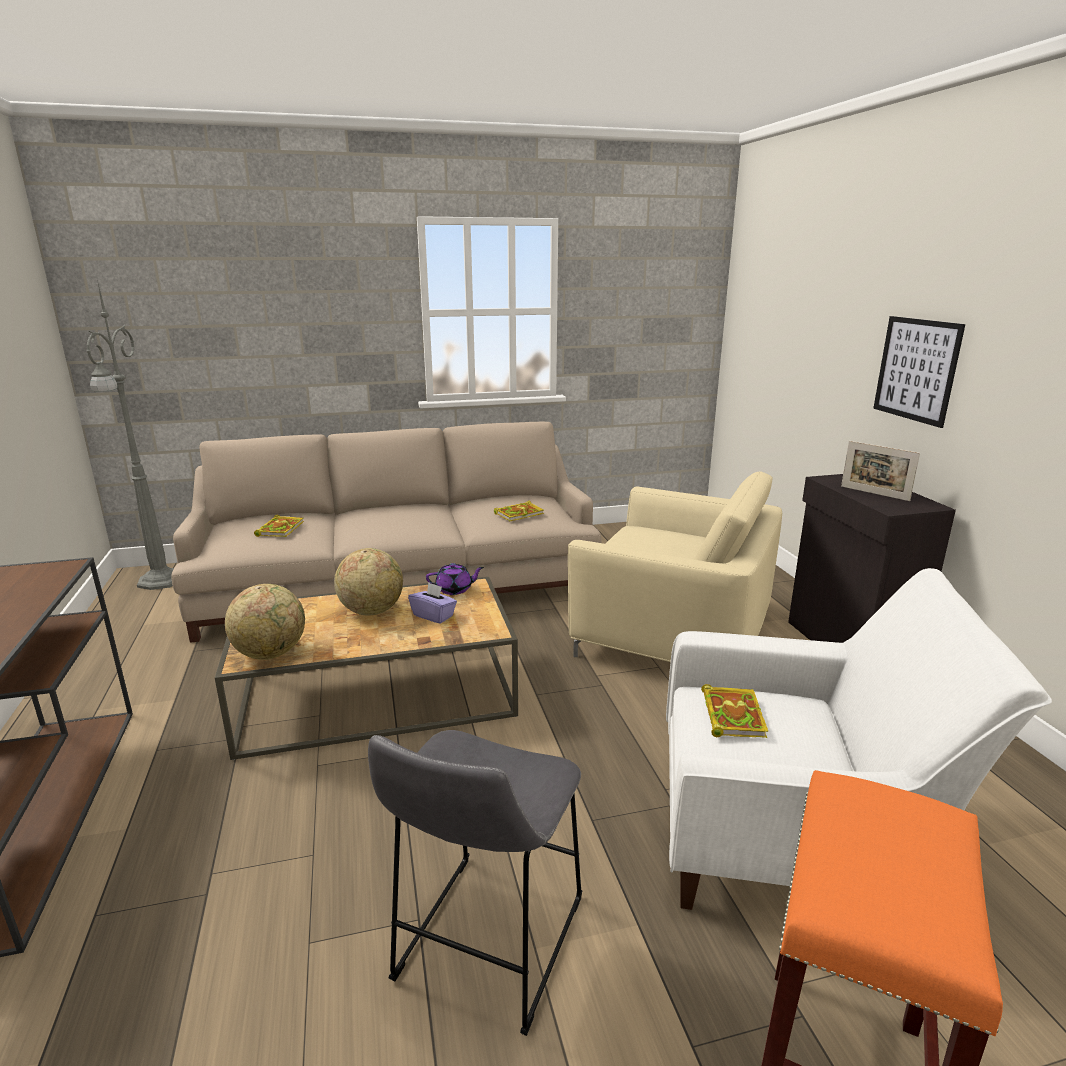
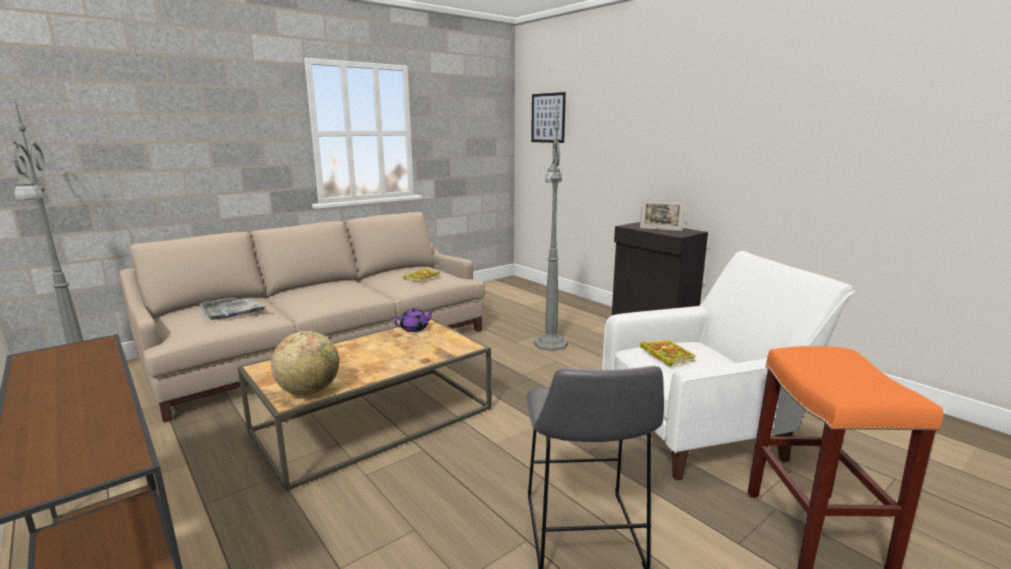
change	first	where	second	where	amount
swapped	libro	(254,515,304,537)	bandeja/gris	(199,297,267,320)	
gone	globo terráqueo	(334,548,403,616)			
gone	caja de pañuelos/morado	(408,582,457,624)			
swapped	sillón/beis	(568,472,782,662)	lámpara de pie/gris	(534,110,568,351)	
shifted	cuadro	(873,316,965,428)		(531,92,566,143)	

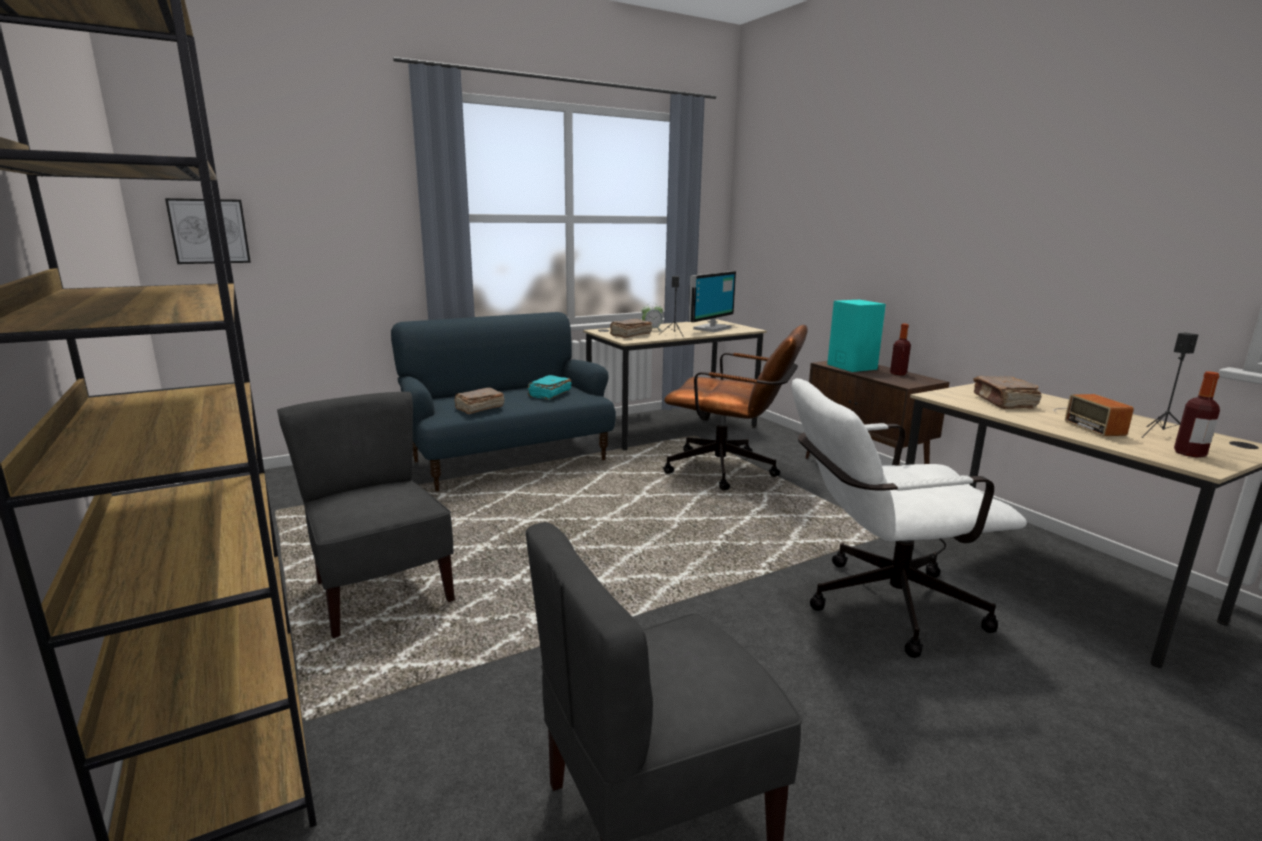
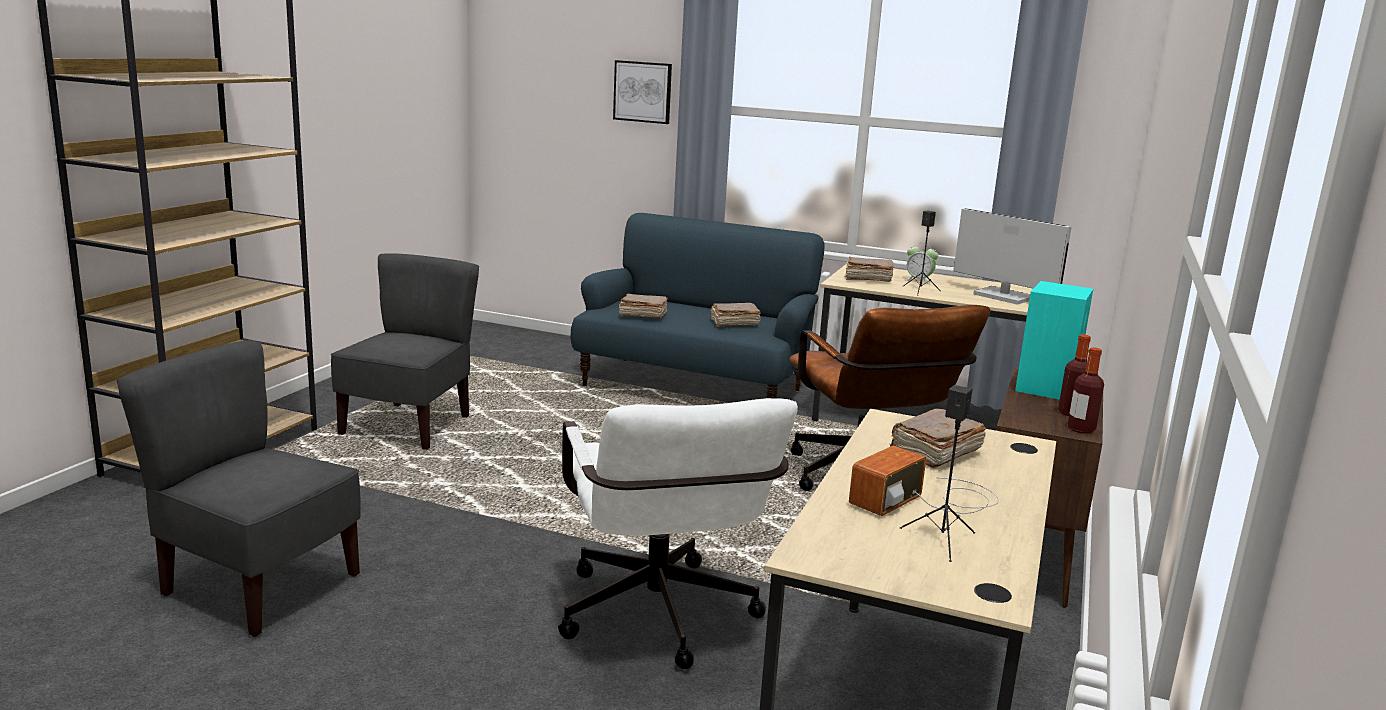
change	first	where	second	where	amount
shifted	cuadro	(165,198,251,264)		(613,60,672,124)	
repainted	libro/turquesa	(528,375,571,400)	libro/marrón	(710,303,761,327)	
rotated	monitor	(688,271,736,332)		(954,208,1072,305)	135 degrees counterclockwise
rotated	silla de oficina/blanco	(792,378,1027,658)		(558,398,798,669)	150 degrees counterclockwise
shifted	botella	(1174,371,1220,457)		(1067,347,1104,434)	

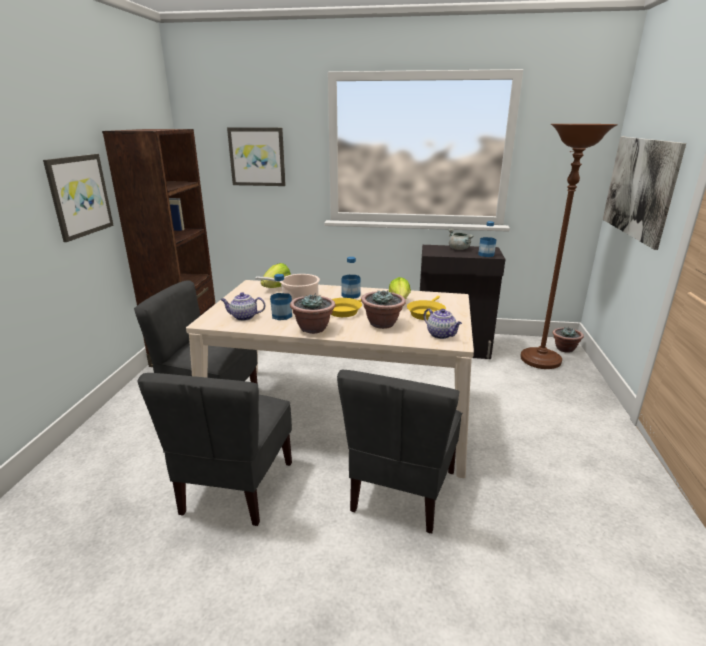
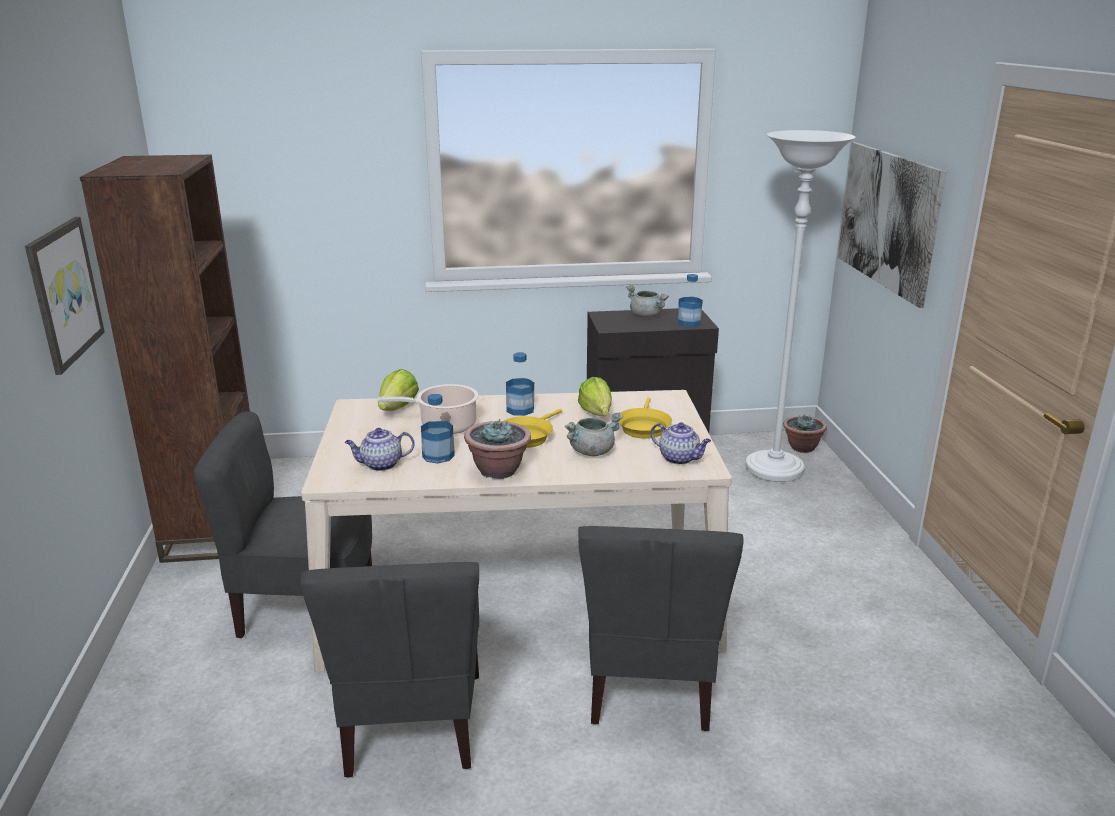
change	first	where	second	where	amount
gone	cuadro	(227,127,286,186)			
swapped	planta en maceta	(361,290,406,329)	olla/gris	(565,412,623,456)	
repainted	lámpara de pie/marrón	(520,124,618,369)	lámpara de pie/blanco	(746,130,856,482)	

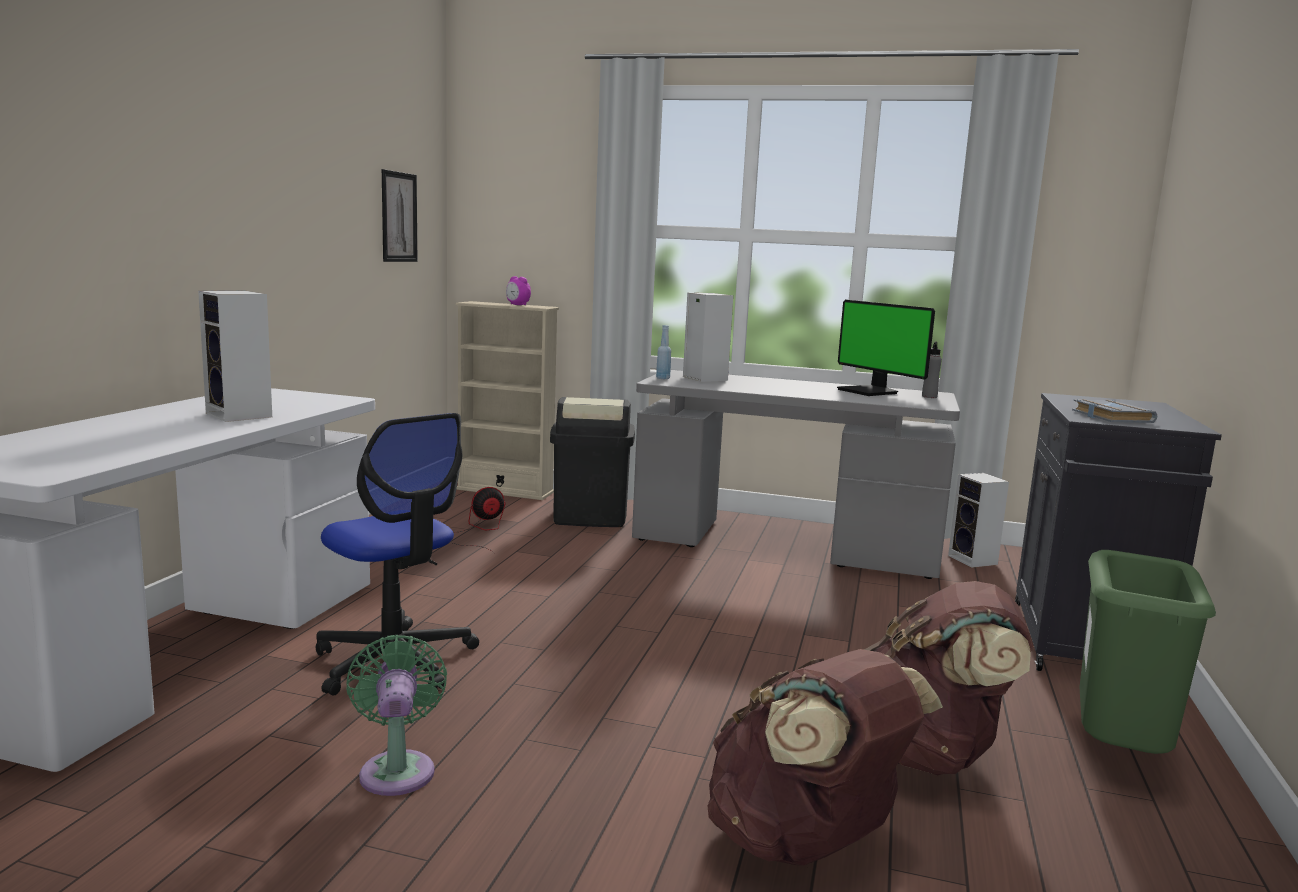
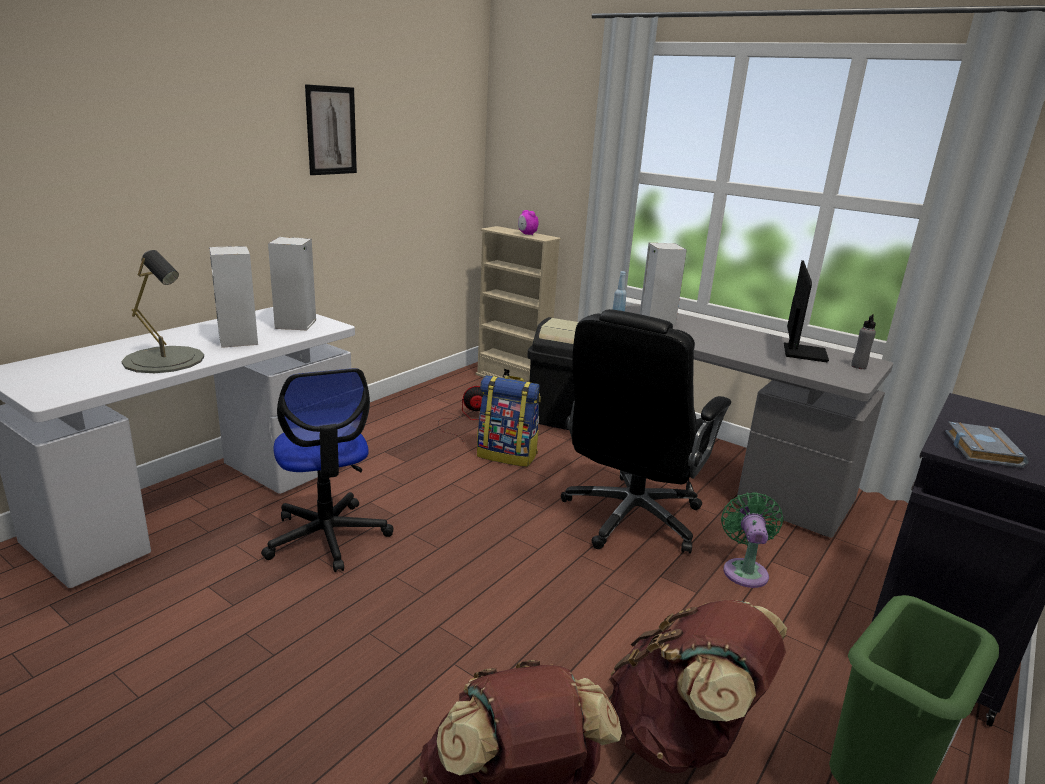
change	first	where	second	where	amount
shifted	ventilador/verde	(346,635,447,796)		(721,492,783,588)	
shifted	cuadro	(382,169,417,262)		(305,84,357,175)	
rotated	monitor	(837,300,935,396)		(784,260,829,363)	150 degrees counterclockwise
shifted	altavoz	(948,473,1009,568)		(268,237,316,330)	
new			lámpara de mesa/gris	(121,250,204,373)	
new			mochila	(477,375,541,467)	
new			silla de oficina/negro	(561,309,731,554)	

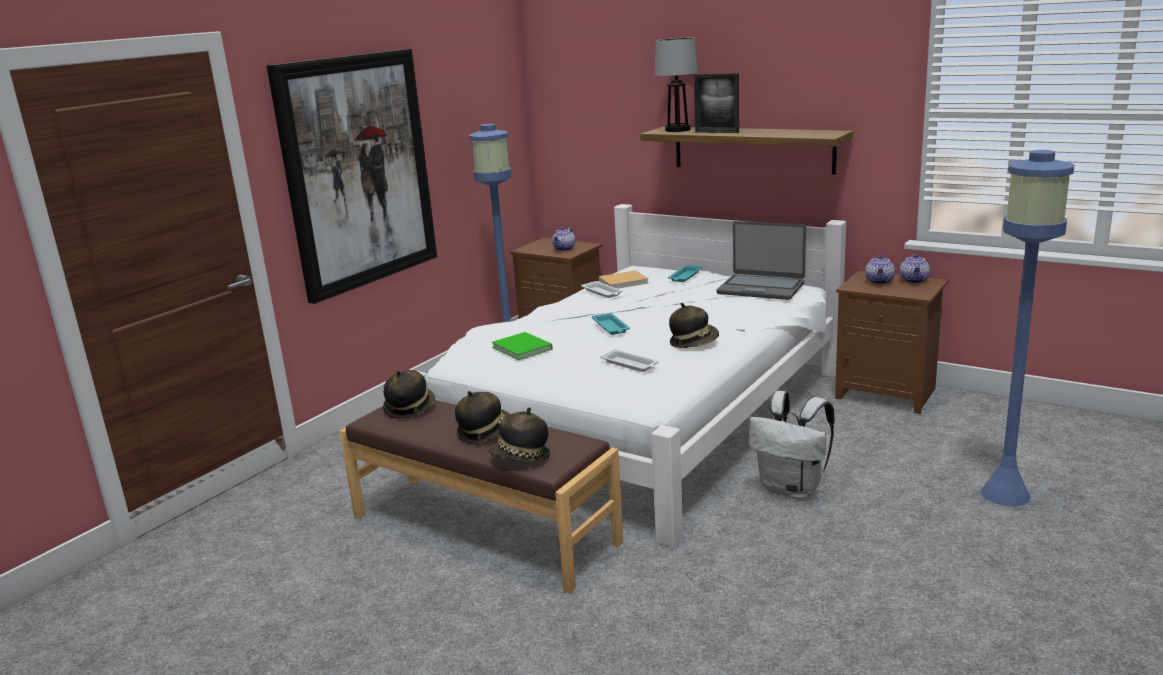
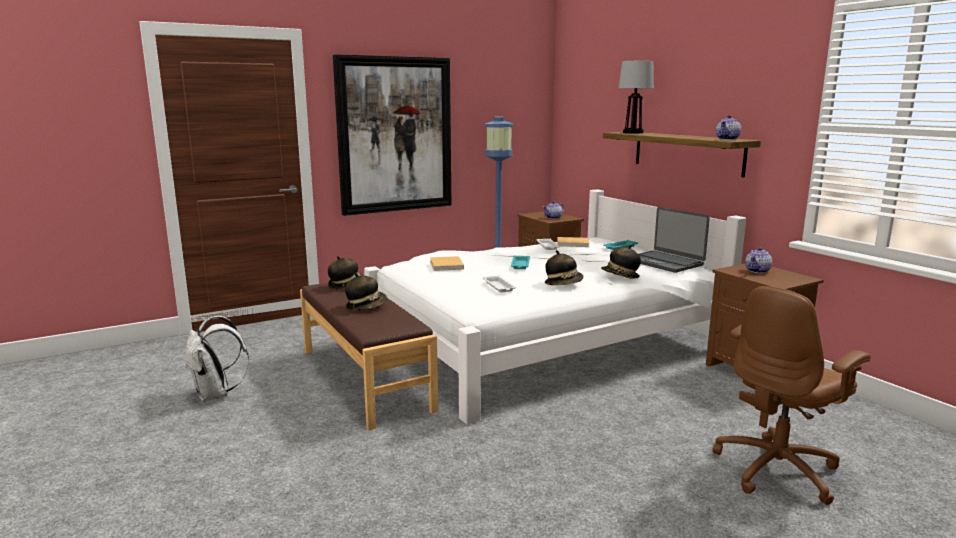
change	first	where	second	where	amount
shifted	sombrero	(489,407,550,462)		(601,245,641,279)	
repainted	libro/verde	(491,332,553,360)	libro/beis	(430,256,464,271)	
gone	portarretratos	(694,73,739,133)			
shifted	mochila/blanco	(748,391,835,499)		(185,316,249,402)	
shifted	tetera	(900,254,930,284)		(716,115,741,140)	
swapped	lámpara de pie/azul	(980,150,1074,506)	silla de oficina/marrón	(712,286,871,505)	

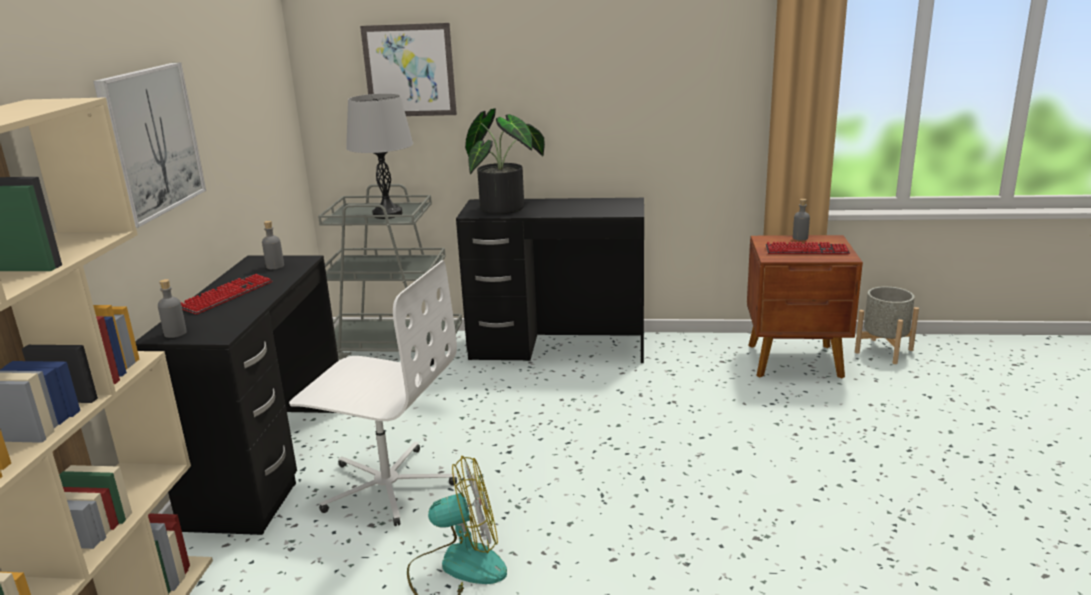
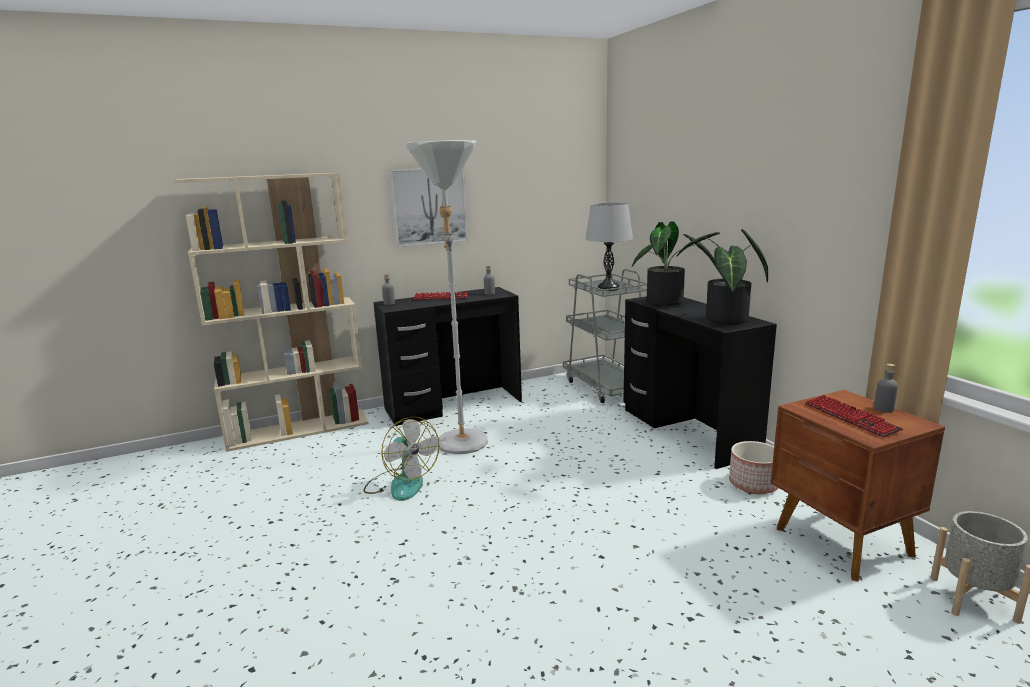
change	first	where	second	where	amount
swapped	silla de oficina/blanco	(289,260,457,526)	lámpara de pie/gris	(406,140,488,454)	
gone	cuadro	(360,23,457,116)			
new			planta en maceta	(676,229,768,325)	
new			maceta	(729,441,779,494)	

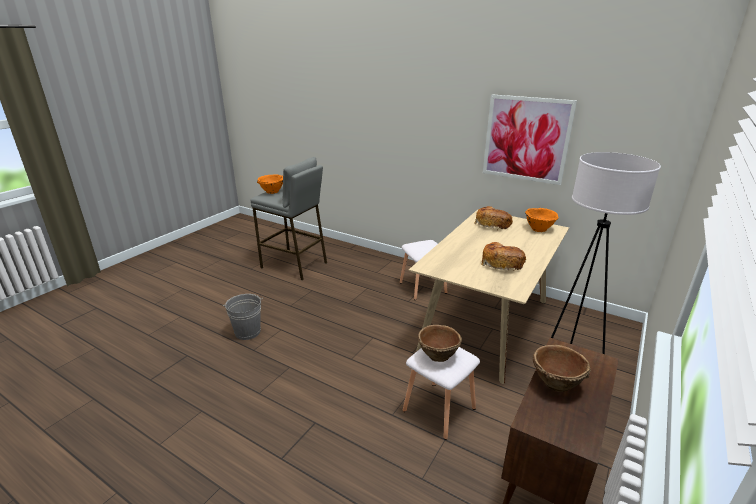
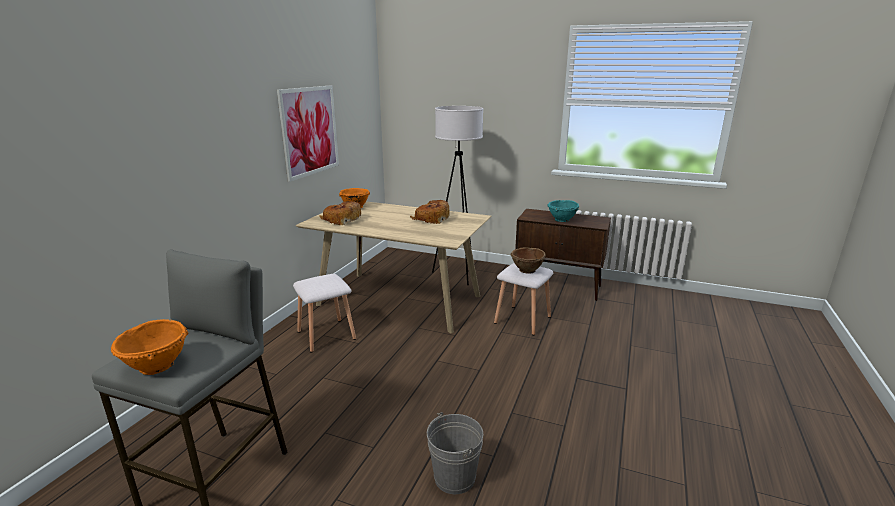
change	first	where	second	where	amount
repainted	cuenco/marrón	(533,345,591,392)	cuenco/turquesa	(548,200,579,222)	

